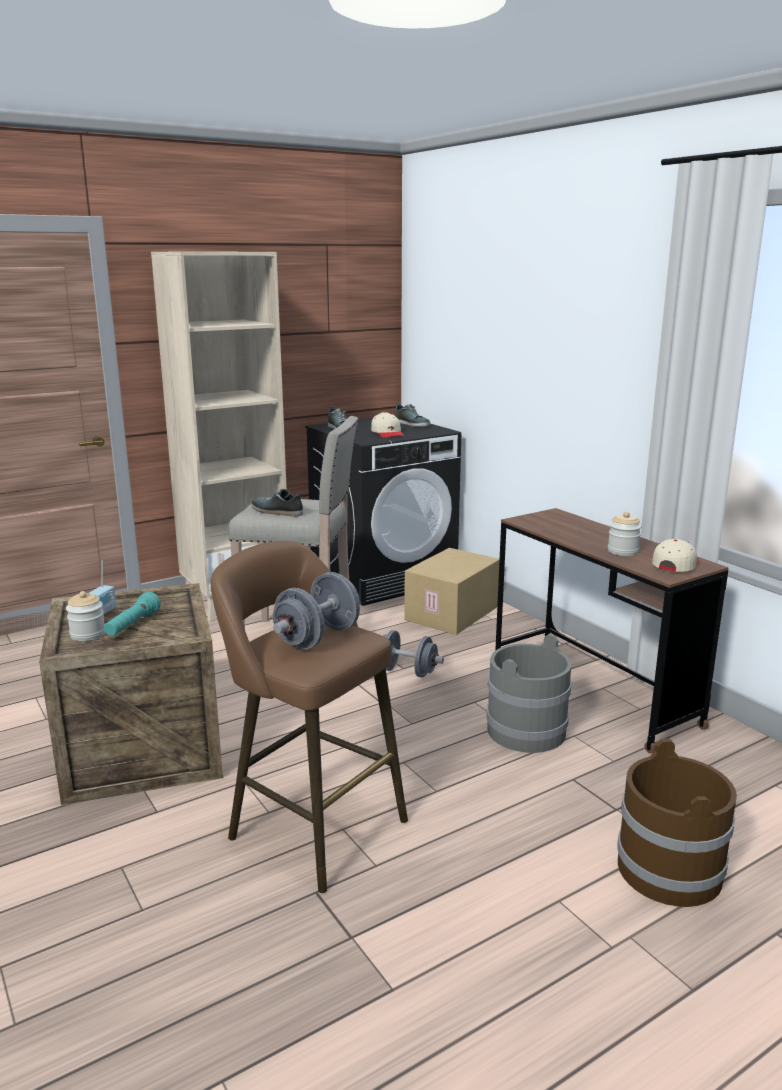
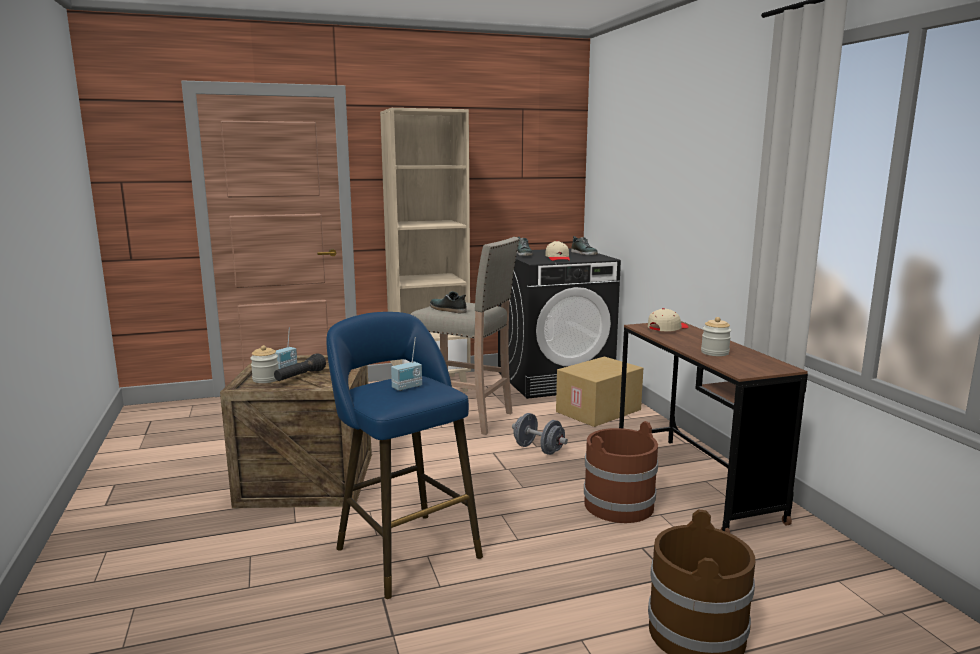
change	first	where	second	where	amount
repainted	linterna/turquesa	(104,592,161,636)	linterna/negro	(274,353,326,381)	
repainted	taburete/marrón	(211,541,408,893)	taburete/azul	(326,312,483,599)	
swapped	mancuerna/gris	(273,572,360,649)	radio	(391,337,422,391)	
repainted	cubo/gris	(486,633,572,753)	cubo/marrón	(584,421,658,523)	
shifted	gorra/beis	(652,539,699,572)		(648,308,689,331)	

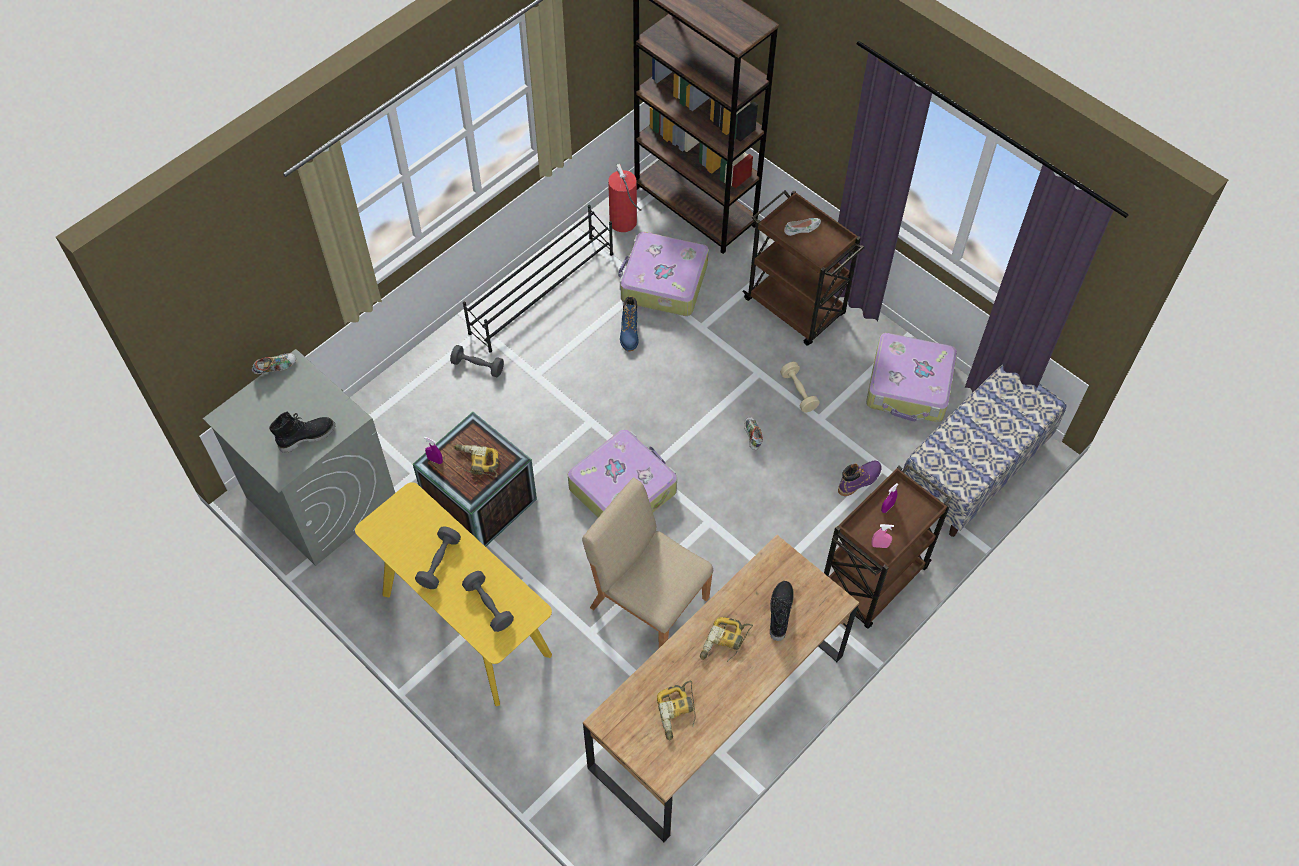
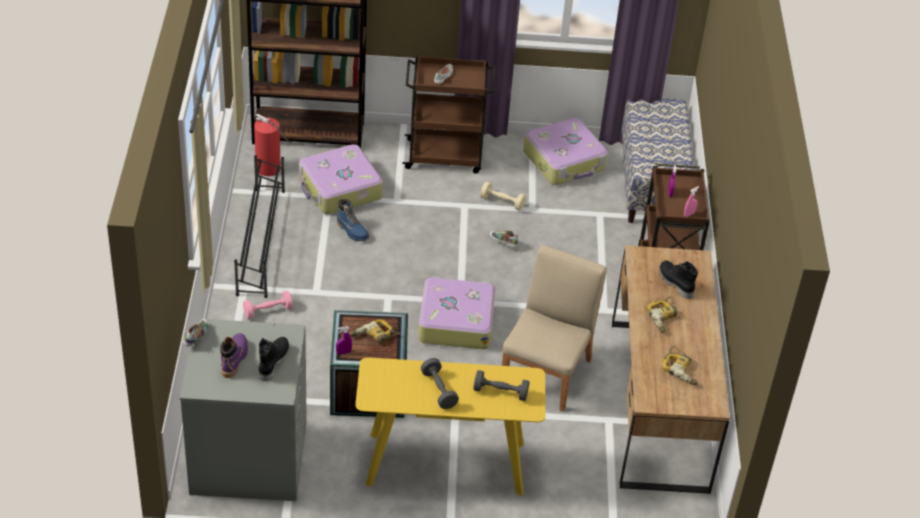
change	first	where	second	where	amount
repainted	mancuerna/gris	(450,345,504,377)	mancuerna/rosa	(243,291,293,319)	
rotated	silla/beis	(582,477,713,648)		(502,245,607,412)	120 degrees clockwise
shifted	bota/morado	(838,461,882,496)		(220,333,248,378)	

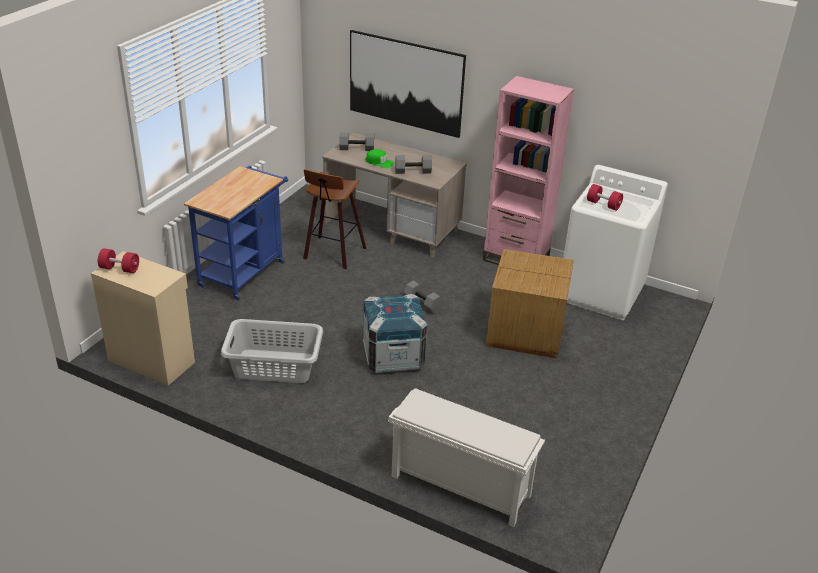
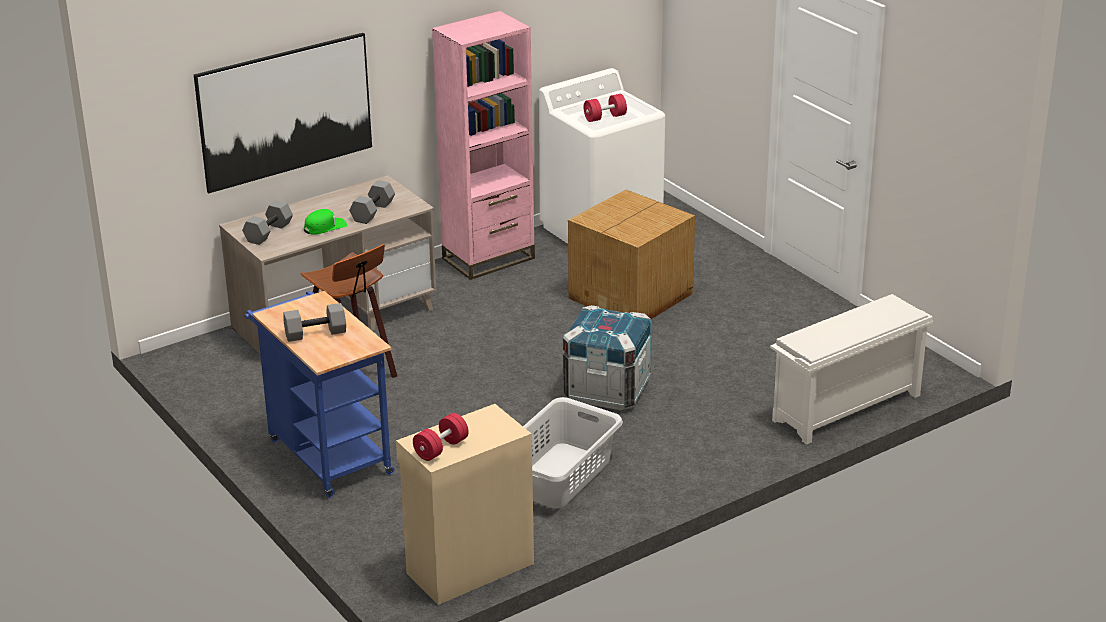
change	first	where	second	where	amount
shifted	mancuerna/gris	(404,281,443,314)		(283,303,346,342)	

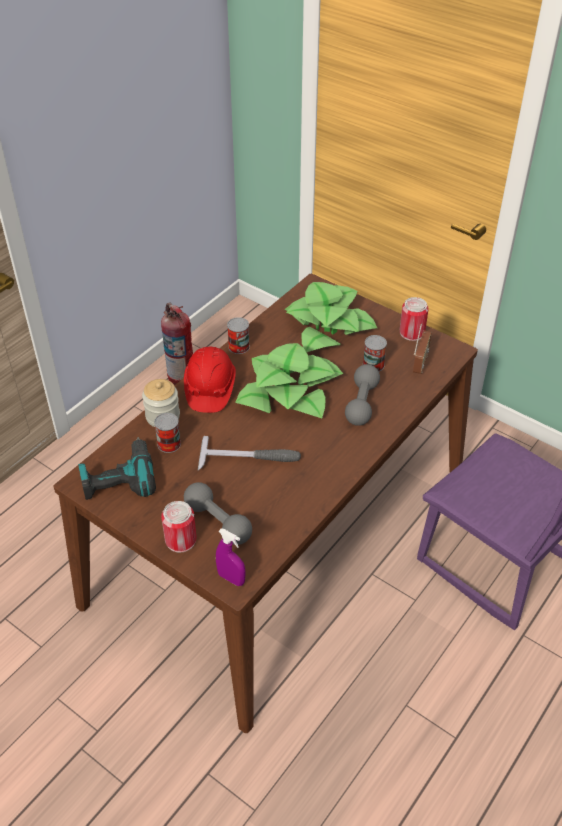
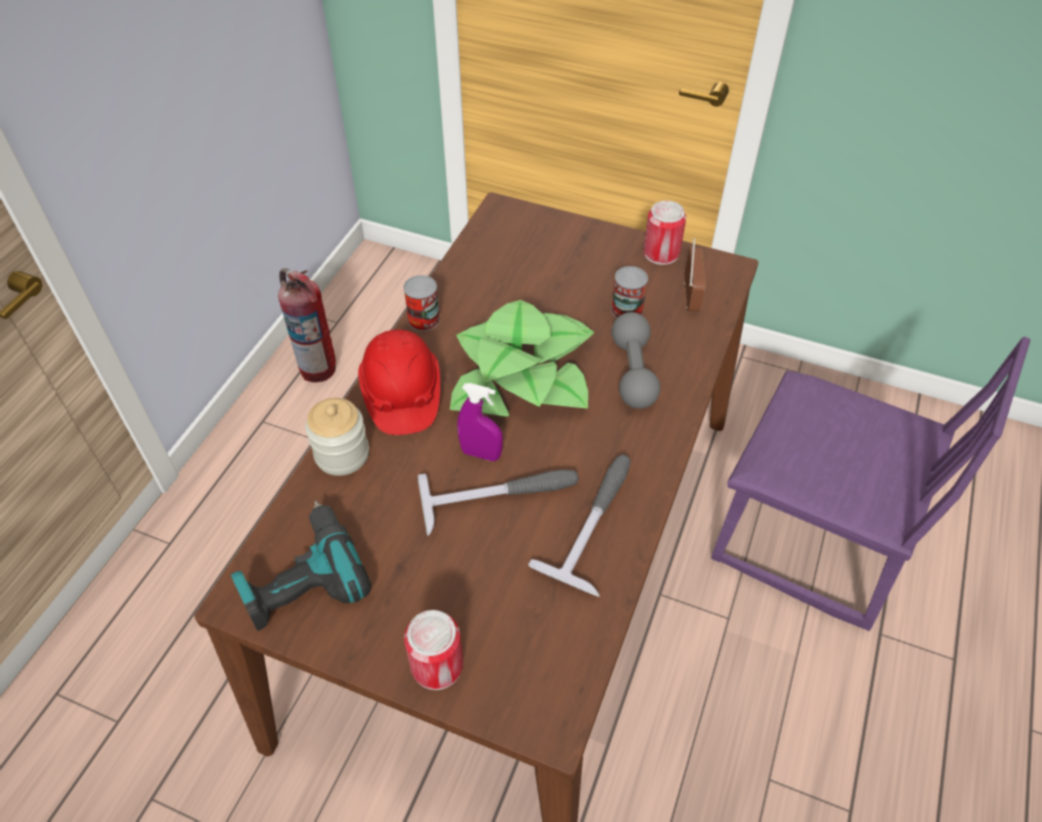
change	first	where	second	where	amount
gone	lata	(154,413,181,453)			
gone	mancuerna/gris	(184,482,252,545)			
shifted	pulverizador/morado	(216,528,246,586)		(457,383,503,461)	
gone	planta en maceta	(285,282,377,352)			
new			martillo	(528,454,631,597)	

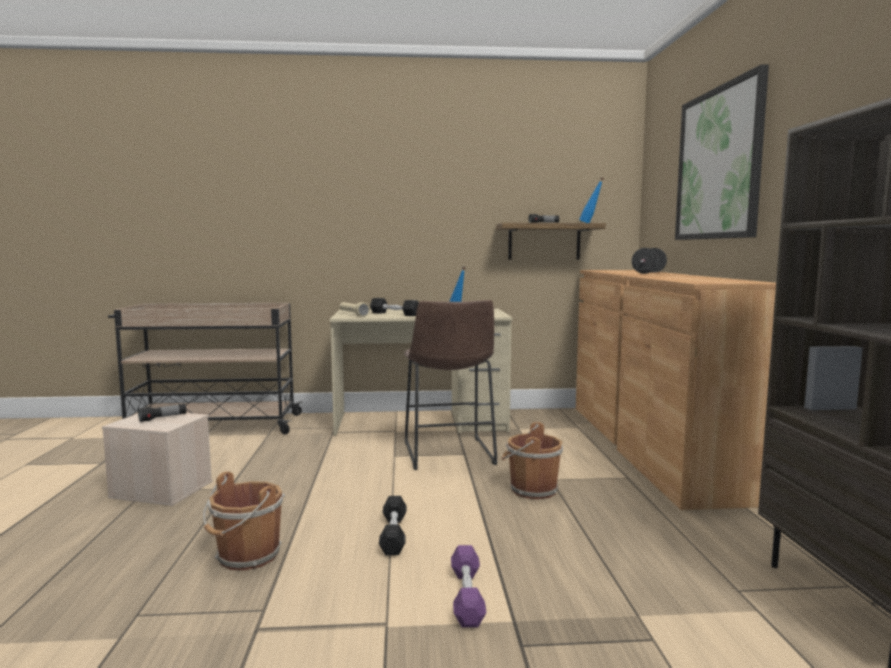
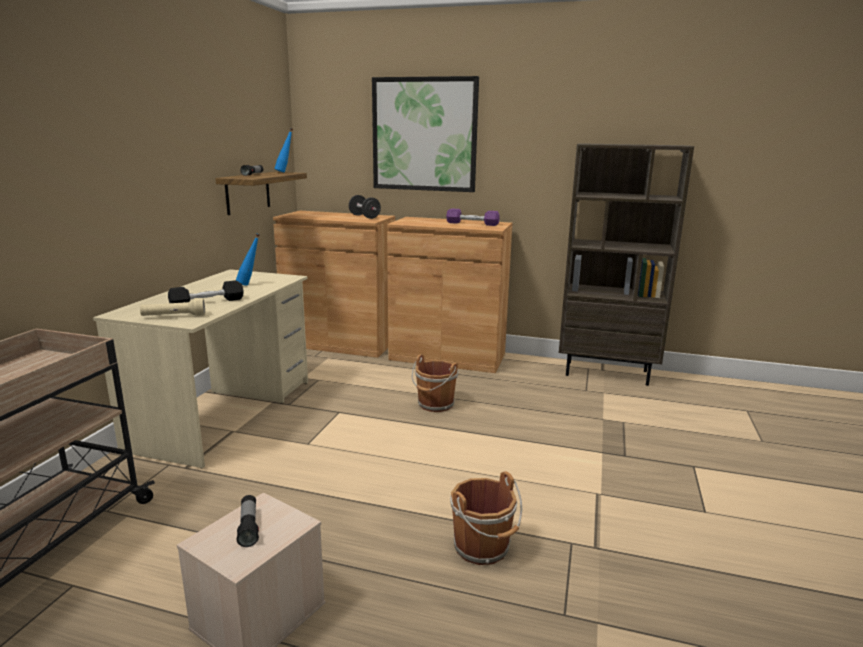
change	first	where	second	where	amount
gone	mancuerna/negro	(379,496,407,556)			
gone	taburete/marrón	(404,300,497,470)			
shifted	mancuerna/morado	(451,545,486,628)		(446,209,500,226)	

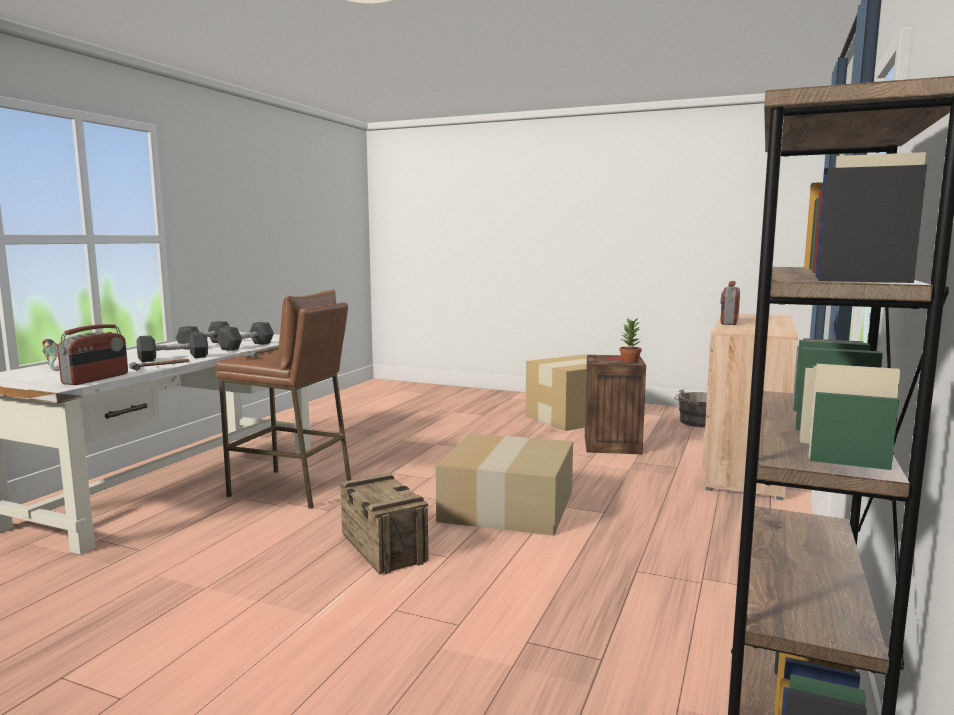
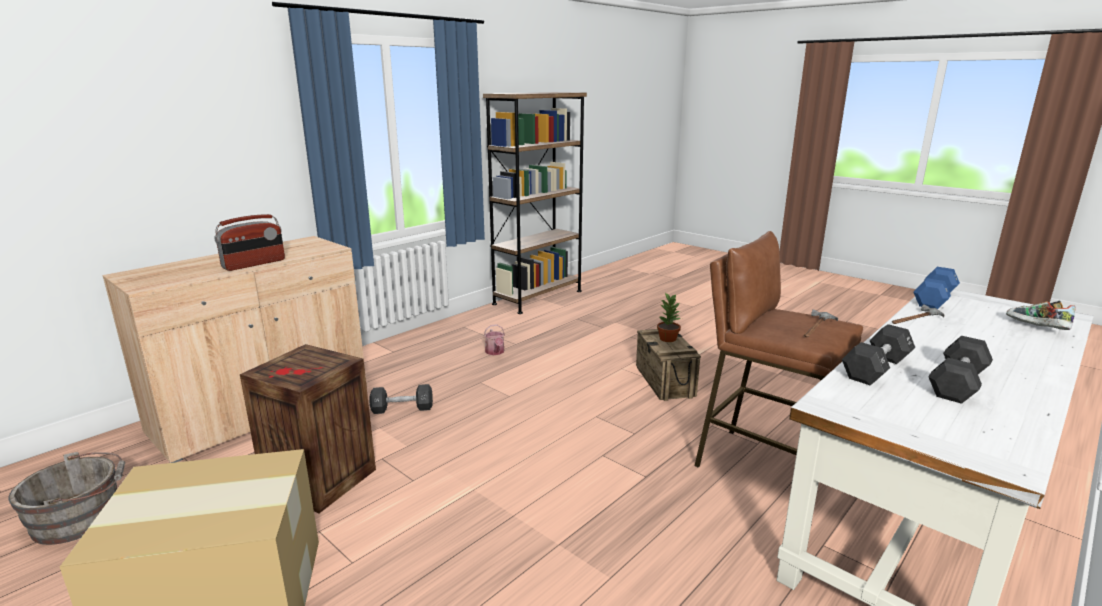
change	first	where	second	where	amount
swapped	radio	(57,324,128,385)	mancuerna/azul	(914,267,960,309)	
shifted	mancuerna/negro	(136,332,208,362)		(369,384,433,414)	
gone	caja de cartón	(436,433,573,536)			
shifted	planta en maceta	(619,317,642,363)		(657,293,681,342)	
new			regadera	(484,324,505,355)	

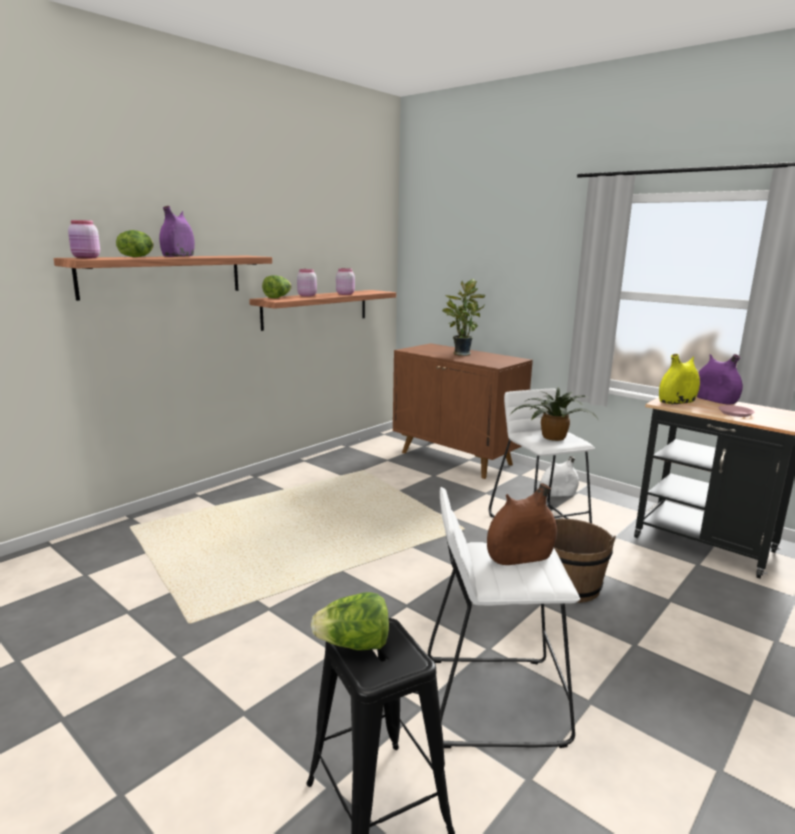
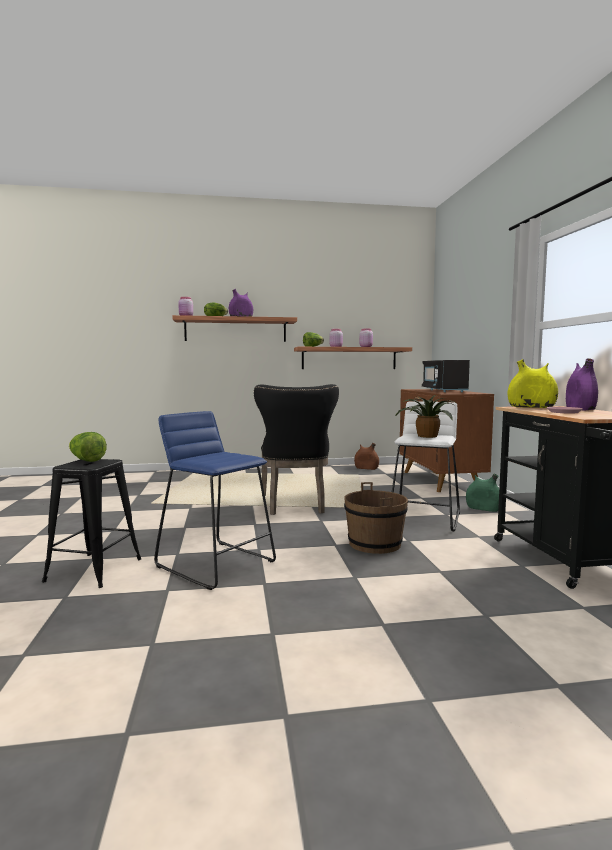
change	first	where	second	where	amount
repainted	taburete/blanco	(428,487,580,748)	taburete/azul	(154,411,276,590)	
swapped	planta en maceta	(442,279,486,356)	microondas/negro	(422,360,470,392)	
shifted	florero/marrón	(487,483,557,565)		(354,443,379,470)	
repainted	florero/blanco	(541,456,579,497)	florero/verde	(466,474,499,512)	
new			silla/negro	(254,384,339,515)	

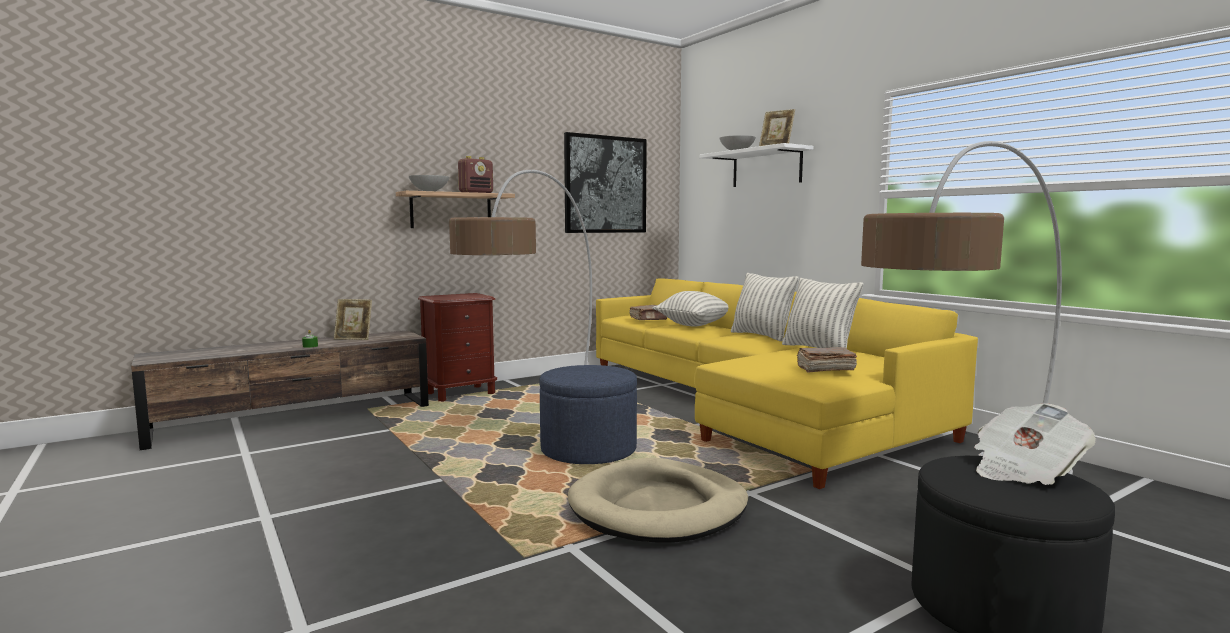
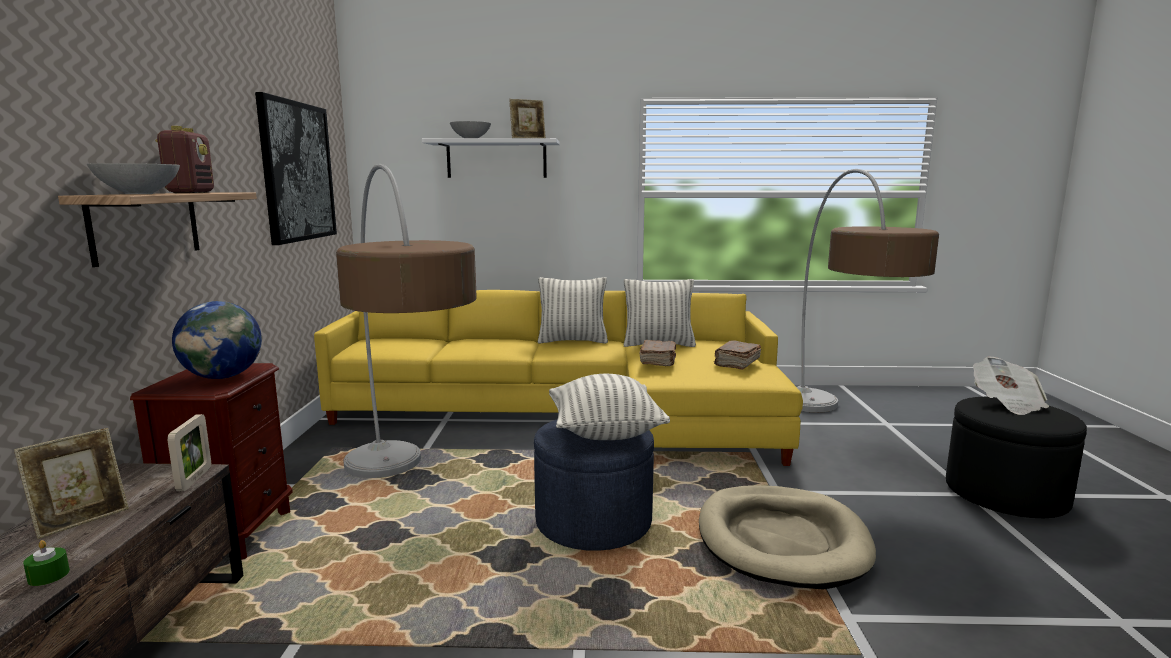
change	first	where	second	where	amount
shifted	libro/marrón	(629,305,667,320)		(639,340,676,366)	
shifted	cojín	(652,291,729,327)		(549,374,670,440)	
new			portarretratos	(167,414,211,491)	
new			globo terráqueo	(172,301,262,379)	

